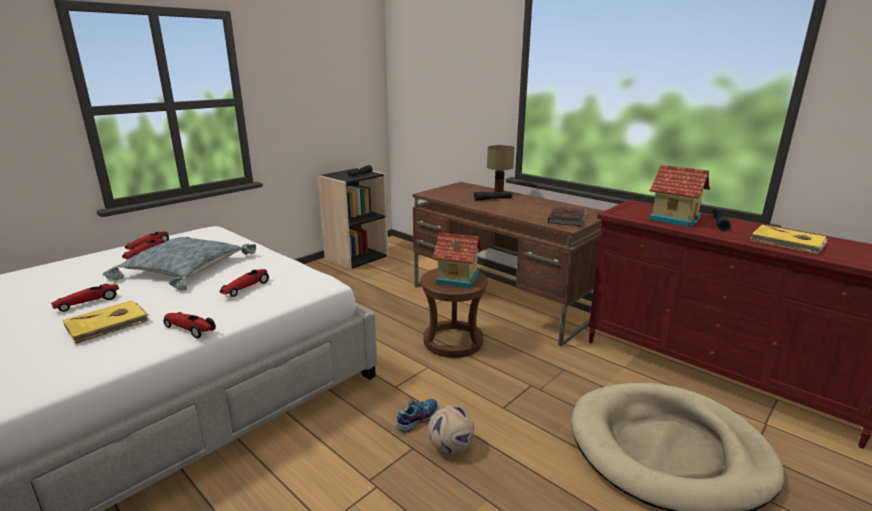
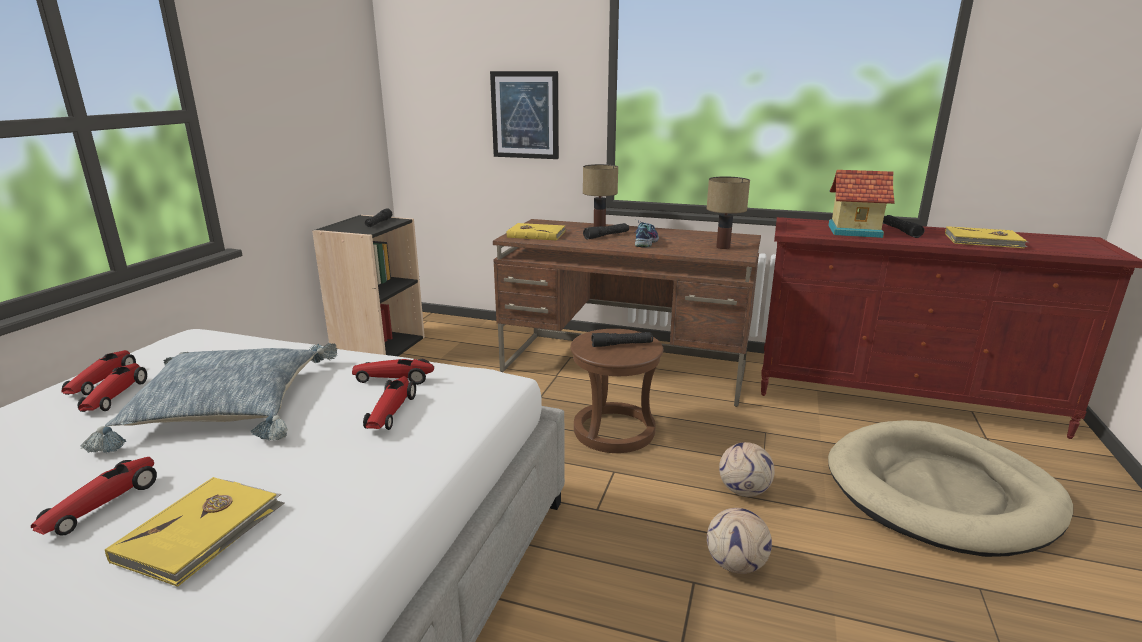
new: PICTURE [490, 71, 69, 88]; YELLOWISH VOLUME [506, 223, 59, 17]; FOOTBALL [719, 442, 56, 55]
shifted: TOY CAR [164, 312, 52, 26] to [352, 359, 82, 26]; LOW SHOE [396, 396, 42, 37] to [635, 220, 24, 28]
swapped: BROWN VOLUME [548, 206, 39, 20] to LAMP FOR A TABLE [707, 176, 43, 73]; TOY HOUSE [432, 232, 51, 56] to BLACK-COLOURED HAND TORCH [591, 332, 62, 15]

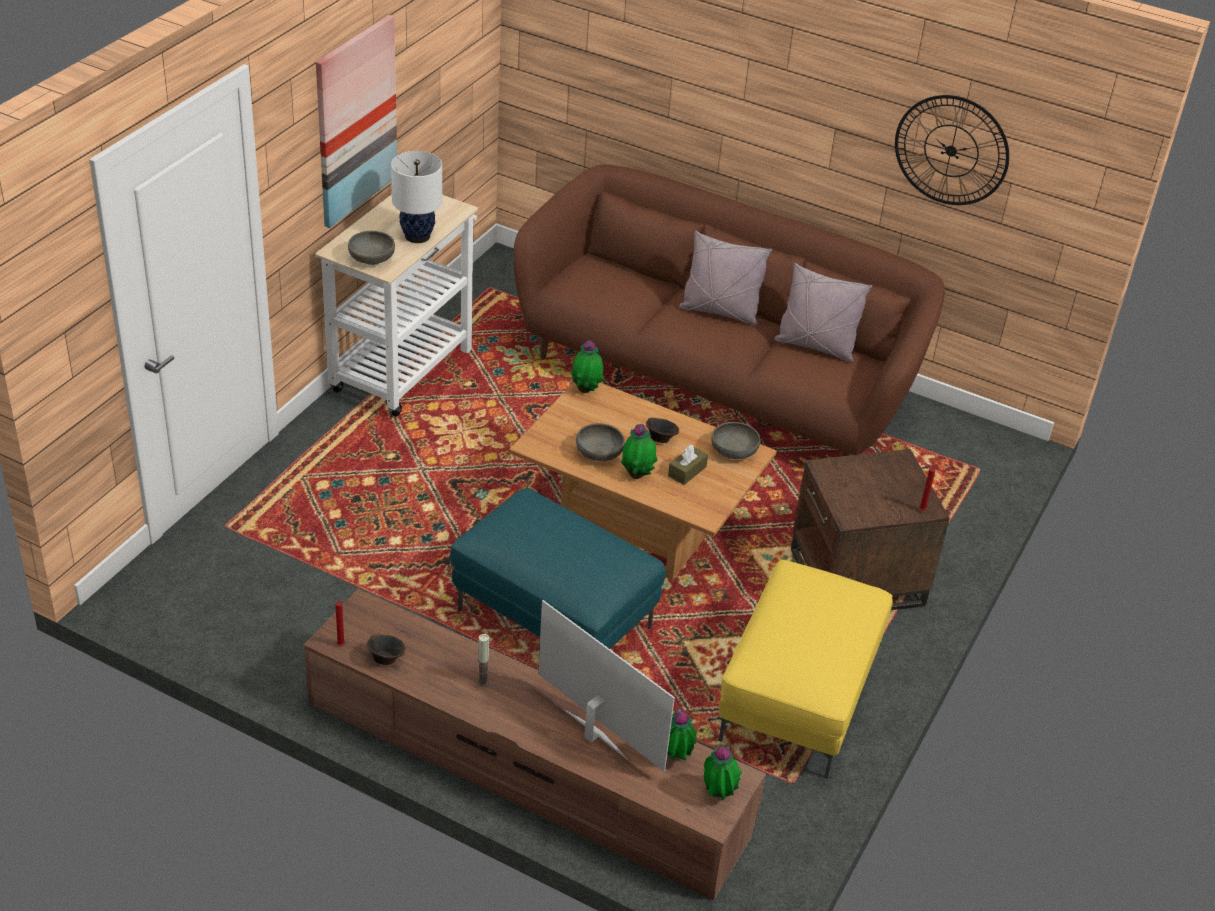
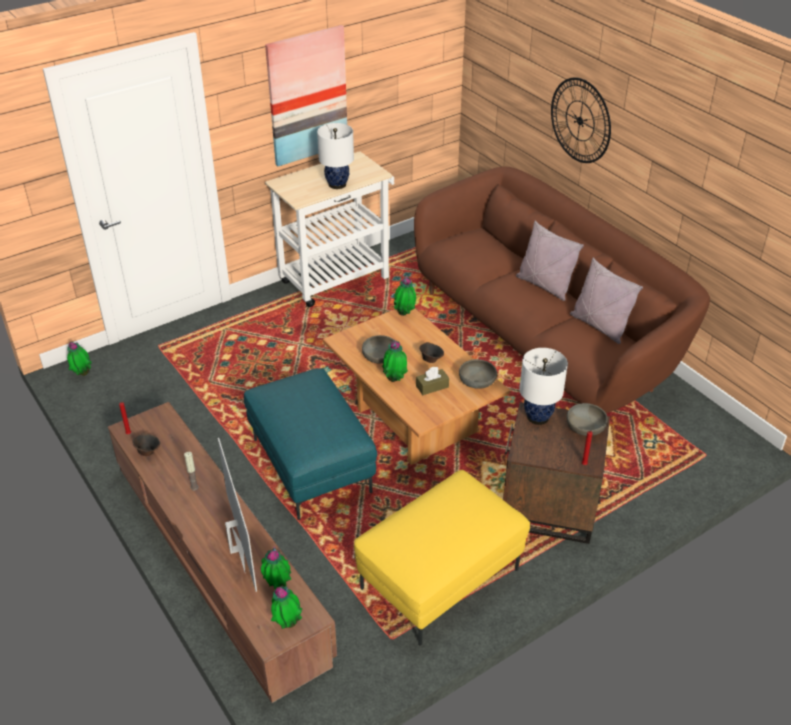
new: POTTED PLANT [67, 342, 25, 34]; WHITISH LAMP FOR A TABLE [519, 348, 49, 77]
shifted: HANGING CLOCK [895, 95, 114, 110] to [551, 77, 60, 86]; GREY DEEP DISH [348, 231, 47, 34] to [566, 403, 42, 33]

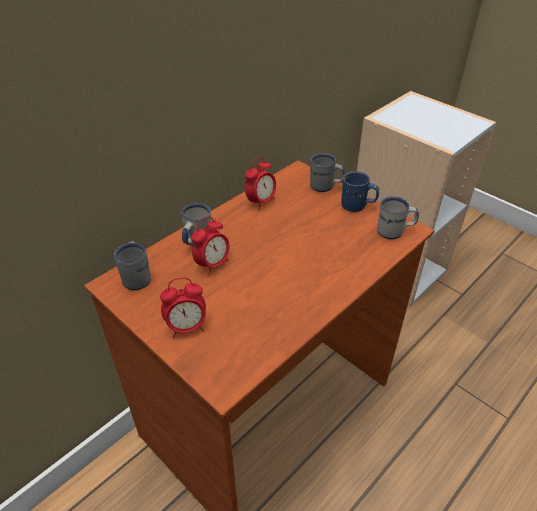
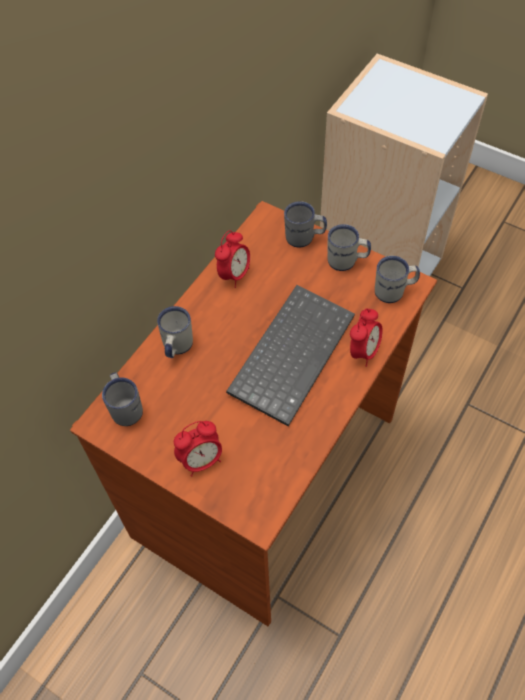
new: KEYBOARD [226, 285, 129, 141]
shifted: ALARM CLOCK [191, 216, 39, 59] to [350, 308, 33, 59]
repainted: BLUISH MUG [341, 171, 38, 41] to WHITISH MUG [328, 224, 43, 47]

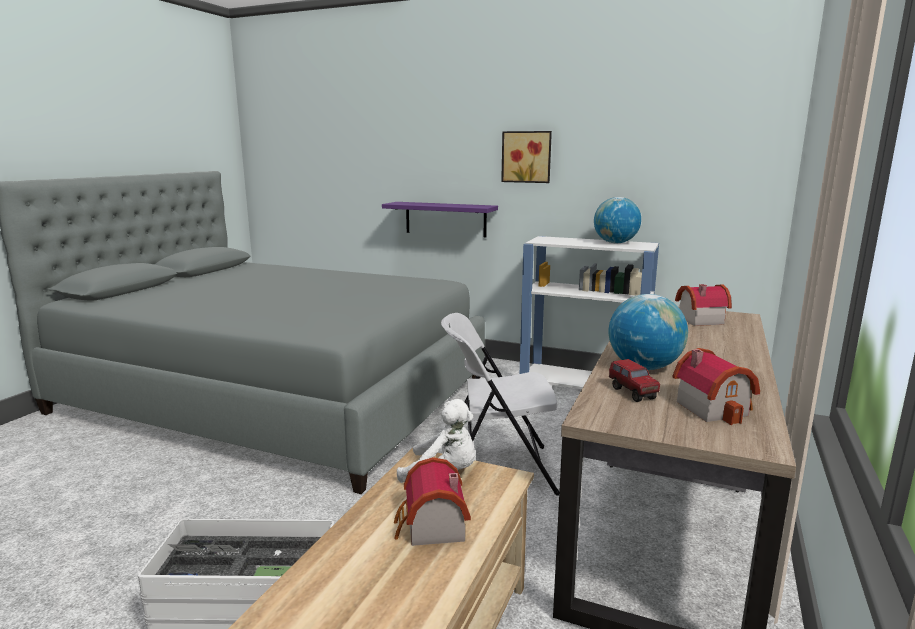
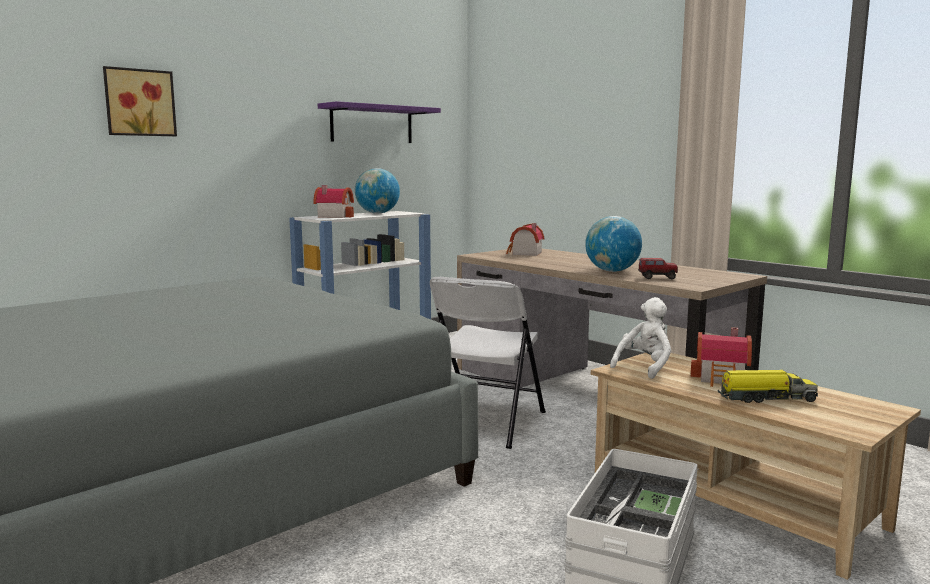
new: MODEL TRUCK [718, 370, 100, 33]
shifted: PICTURE [501, 131, 51, 52] to [103, 66, 74, 70]; PURPLE WALL SHELF [382, 202, 116, 35] to [318, 101, 123, 42]; TOY HOUSE [672, 348, 88, 77] to [313, 185, 41, 33]

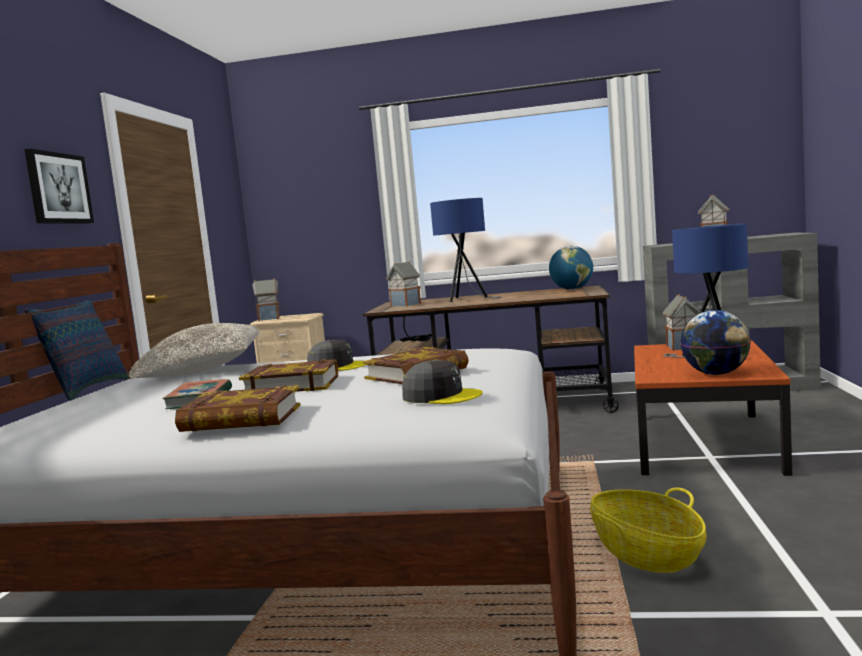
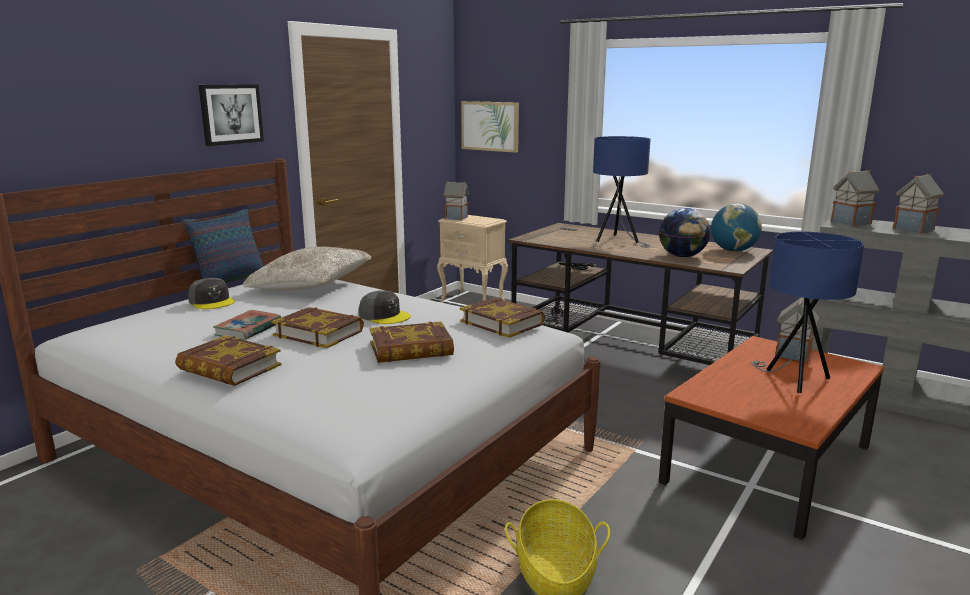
new: PICTURE [461, 101, 58, 52]; VOLUME [460, 297, 85, 41]
shifted: TOY HOUSE [386, 261, 35, 46] to [830, 170, 50, 57]; WORLD GLOBE [680, 310, 71, 65] to [659, 208, 51, 49]; GREY BASEBALL CAP [402, 360, 81, 44] to [188, 278, 47, 31]

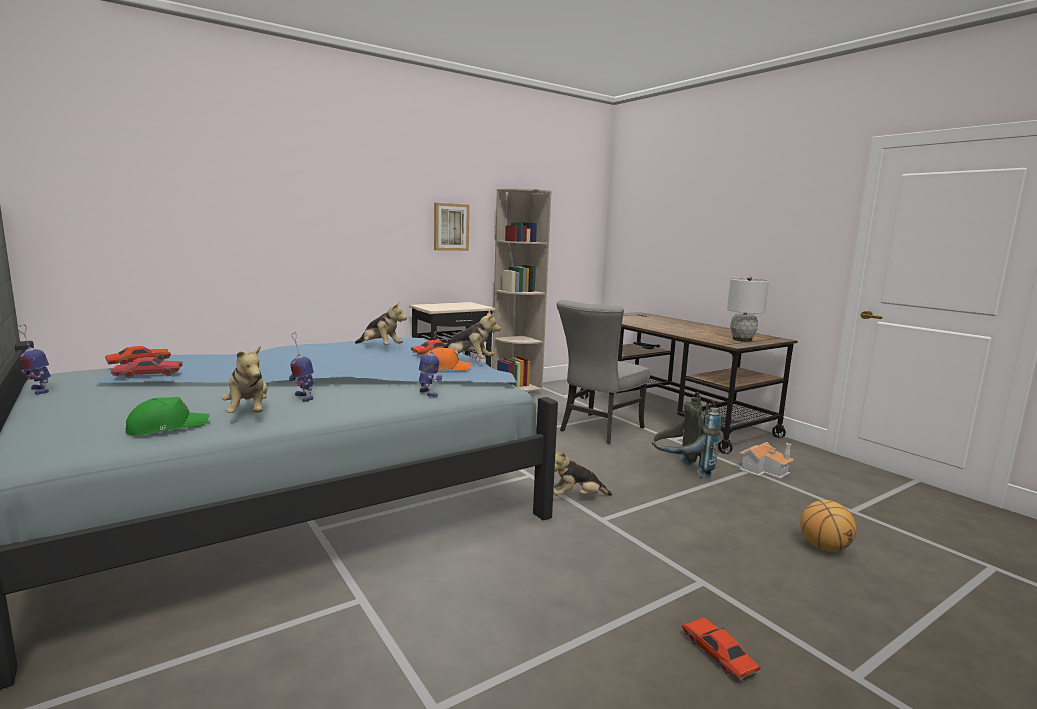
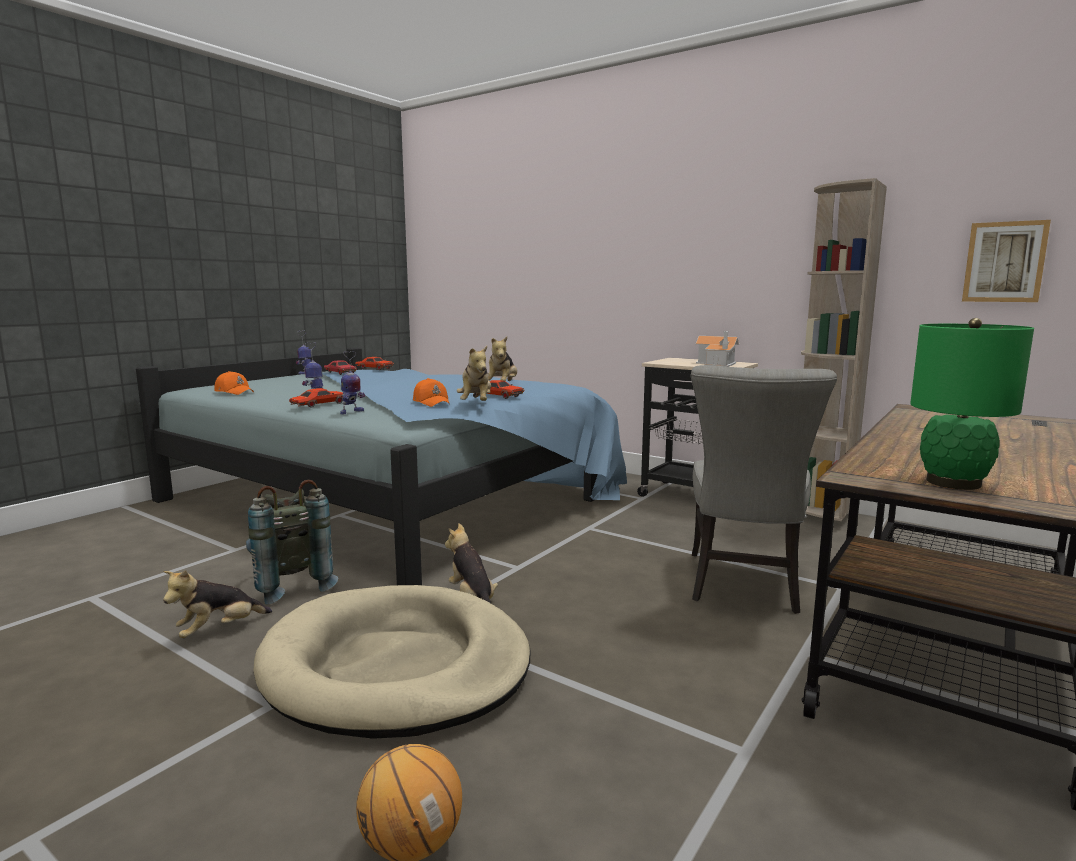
new: SAND-COLOURED PET BED [254, 585, 276, 154]
shifted: PICTURE [434, 203, 36, 48] to [962, 220, 89, 82]; CUDDLY TOY [222, 345, 45, 68] to [163, 570, 109, 68]; GREY KNAPSACK [652, 392, 69, 87] to [246, 479, 92, 126]; TOY HOUSE [739, 442, 55, 37] to [696, 331, 43, 36]; RED TOY CAR [682, 617, 79, 64] to [289, 388, 54, 20]
repainted: WHITISH LAMP FOR A TABLE [727, 277, 42, 65] to GREEN-COLOURED LAMP FOR A TABLE [910, 318, 124, 172]; GREEN-COLOURED BASEBALL CAP [125, 397, 84, 38] to ORANGEY BASEBALL CAP [214, 371, 40, 24]
rotated: GREY CHAIR [556, 300, 94, 144] = [690, 365, 147, 249] 90 degrees counterclockwise

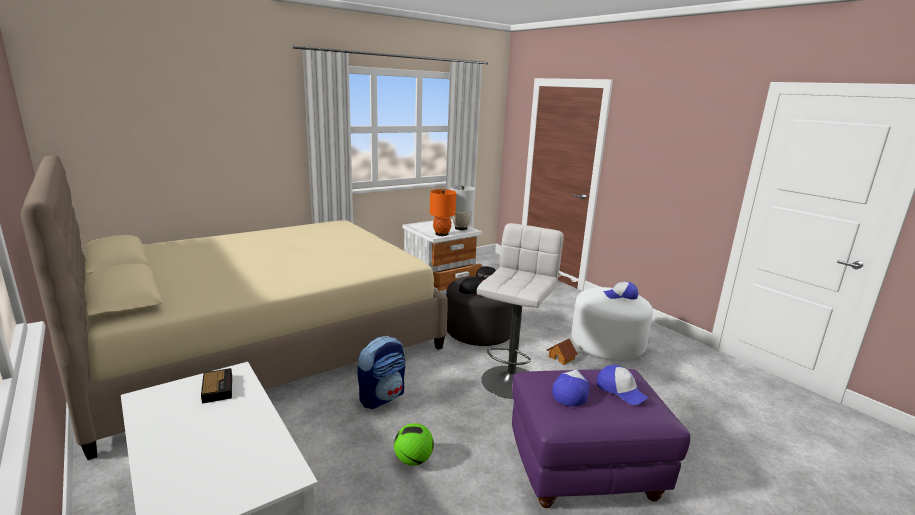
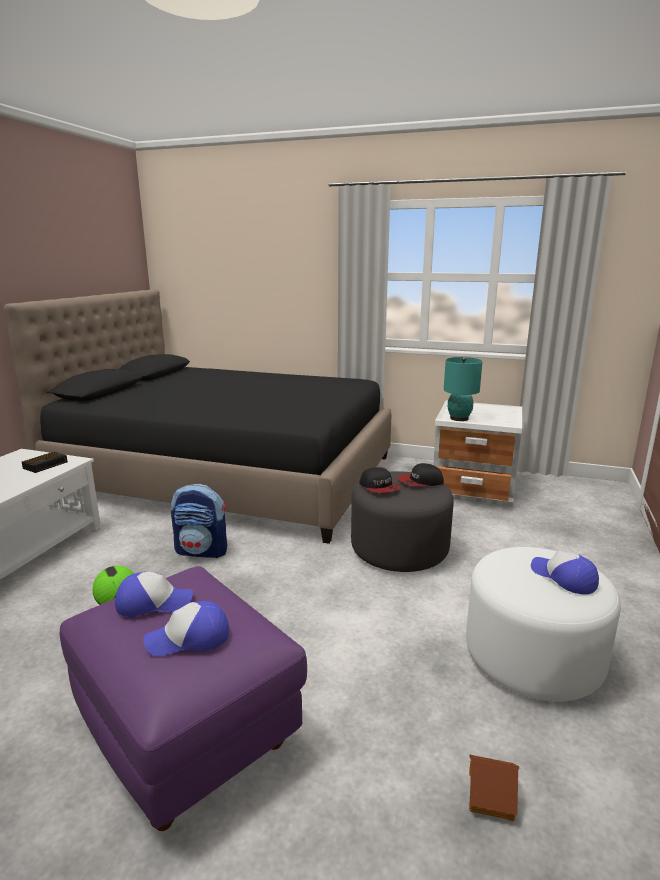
gone: WHITISH LAMP FOR A TABLE [450, 186, 25, 44]; WHITISH SITTING STOOL [477, 223, 87, 176]
shifted: TOY HOUSE [547, 338, 31, 27] to [469, 755, 50, 66]
repainted: SAND-COLOURED BEDROOM BED [21, 155, 427, 305] to BLACK-COLOURED BEDROOM BED [4, 289, 387, 255]; ORANGEY LAMP FOR A TABLE [430, 189, 26, 47] to BLUE-GREEN LAMP FOR A TABLE [444, 357, 39, 64]
rotated: BASEBALL CAP [597, 365, 52, 40] = [143, 601, 86, 55] 60 degrees clockwise

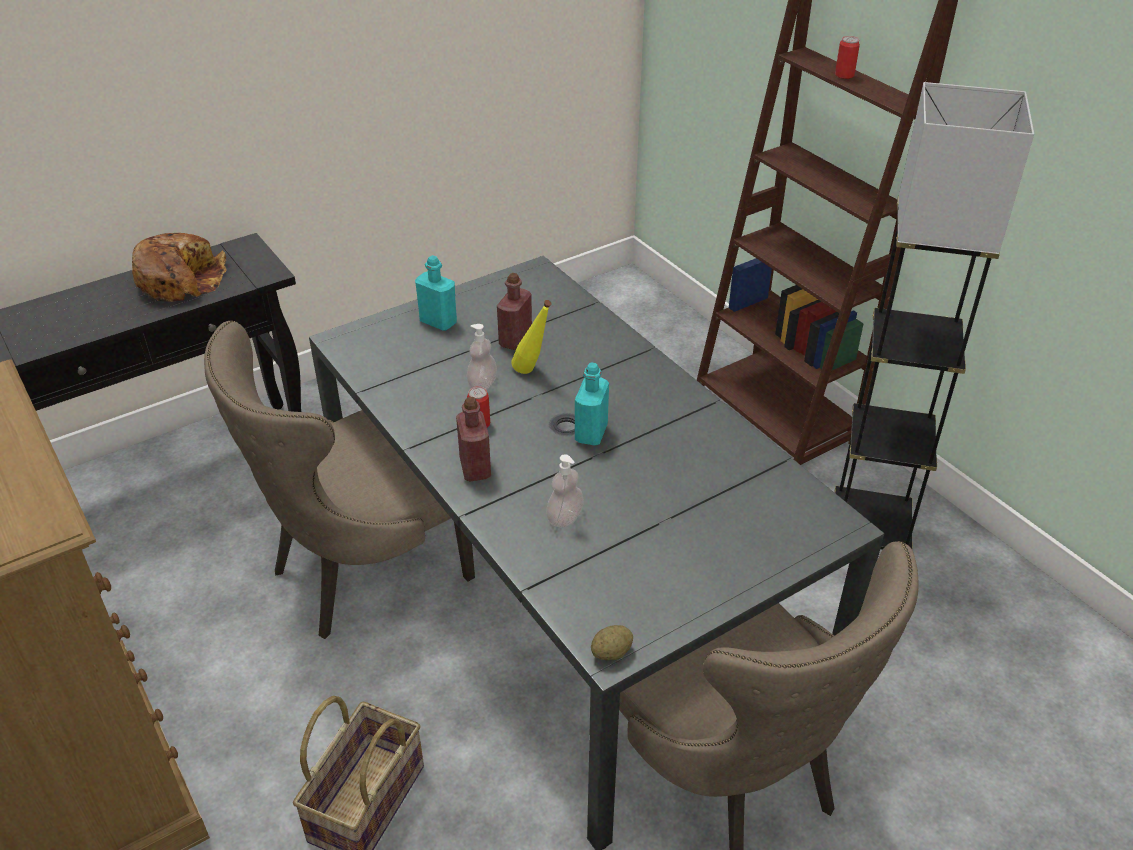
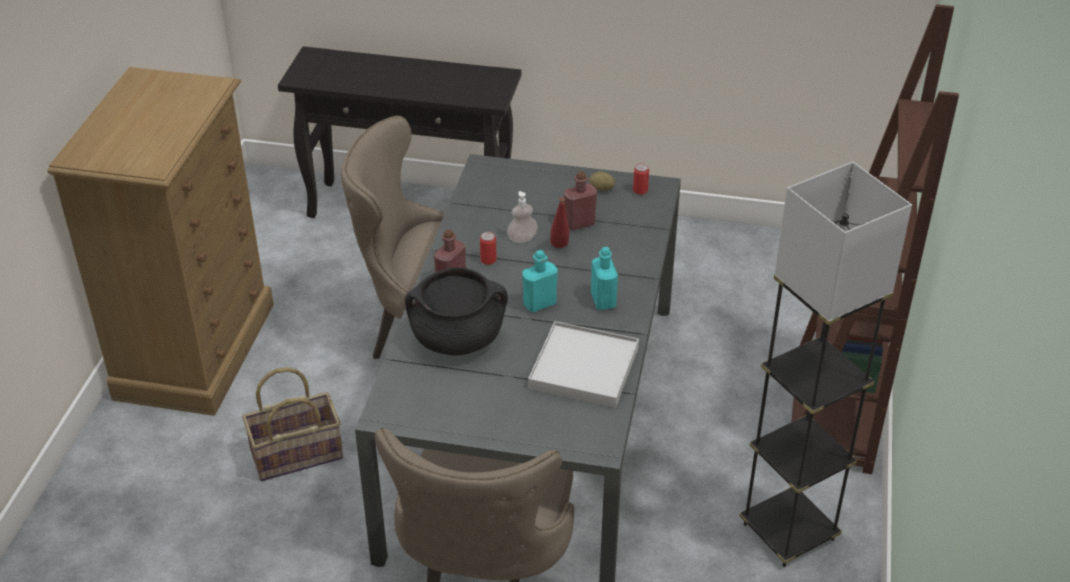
gone: BAKERY BREAD [132, 233, 95, 69]
new: WHITISH TRAY [528, 321, 111, 87]
shifted: SEALED CAN [835, 36, 25, 43] to [633, 163, 16, 32]; BLUE-GREEN DRINK BOTTLE [415, 255, 42, 76] to [591, 247, 27, 63]; SPUD [591, 625, 42, 35] to [589, 172, 26, 19]
swapped: SOAP BOTTLE [546, 454, 38, 74] to BLACK-COLOURED STOCKPOT [405, 267, 103, 88]
repainted: YELLOWISH DRINK BOTTLE [511, 300, 41, 74] to RED DRINK BOTTLE [550, 197, 19, 51]

